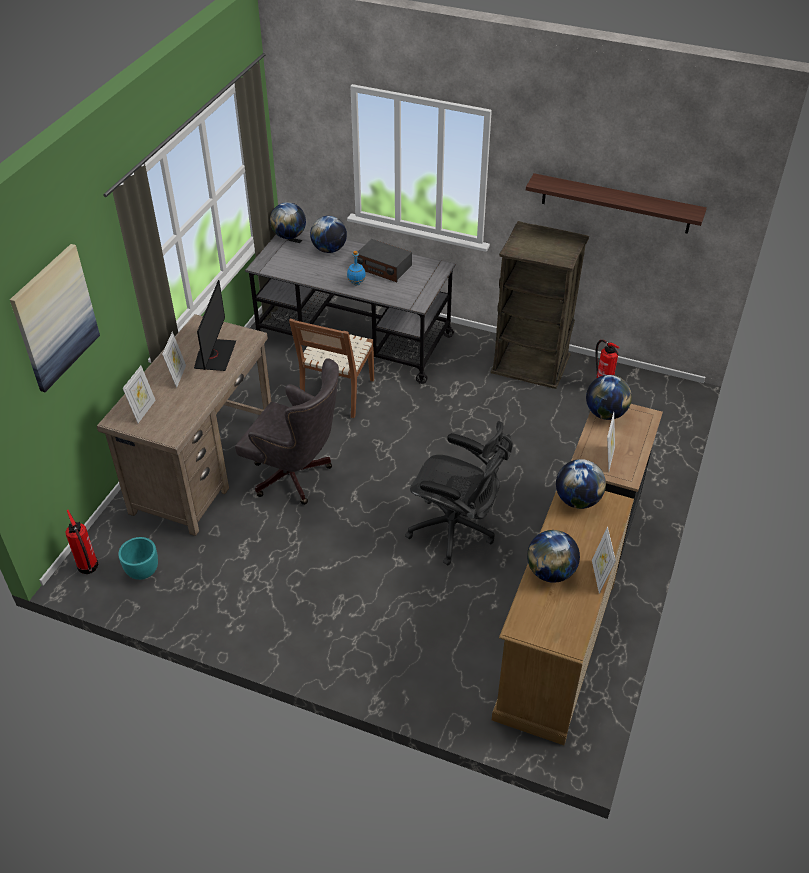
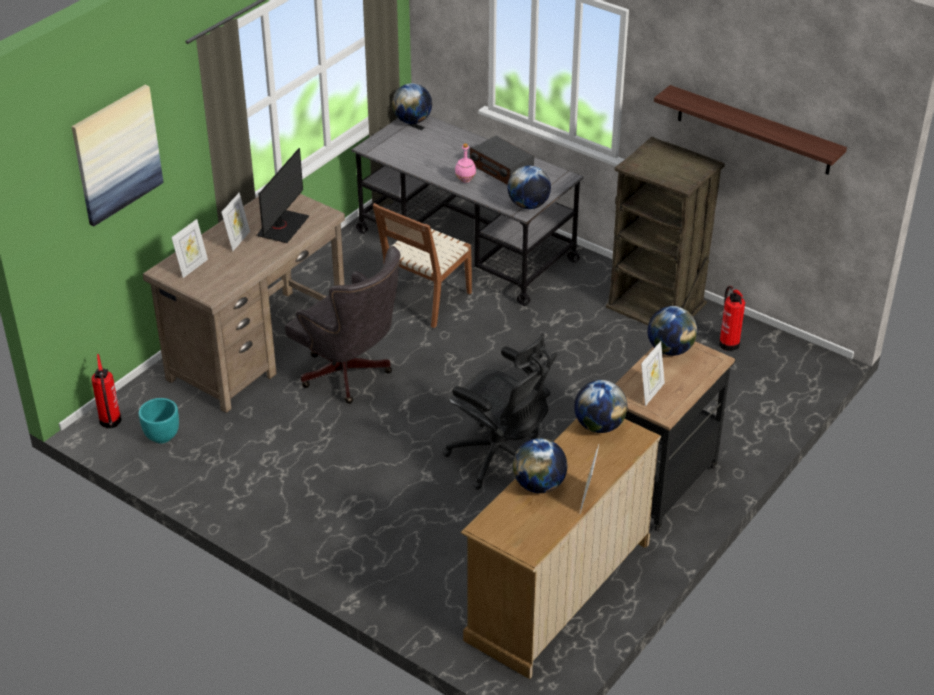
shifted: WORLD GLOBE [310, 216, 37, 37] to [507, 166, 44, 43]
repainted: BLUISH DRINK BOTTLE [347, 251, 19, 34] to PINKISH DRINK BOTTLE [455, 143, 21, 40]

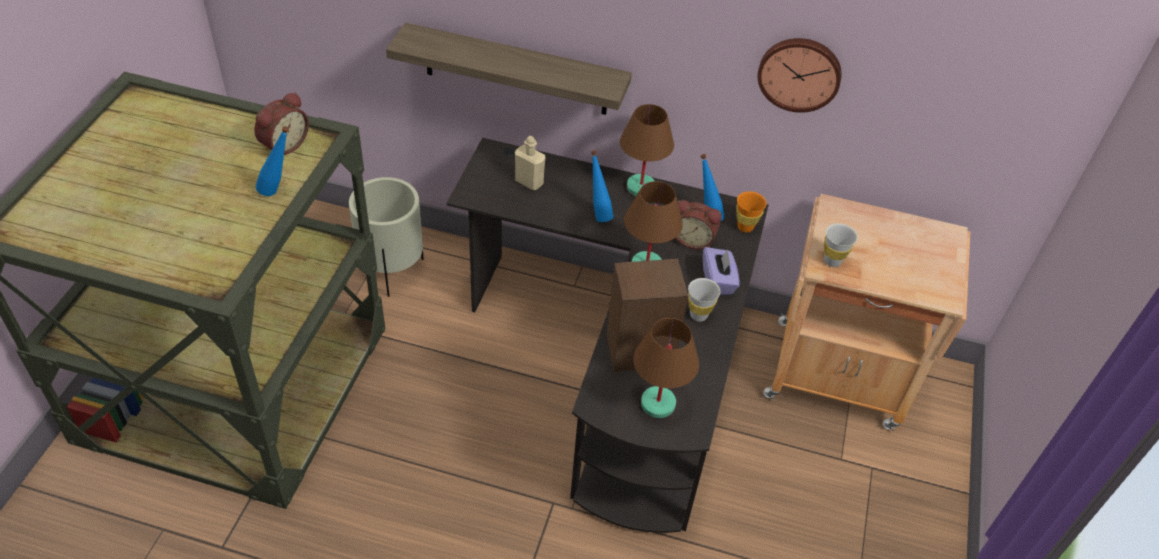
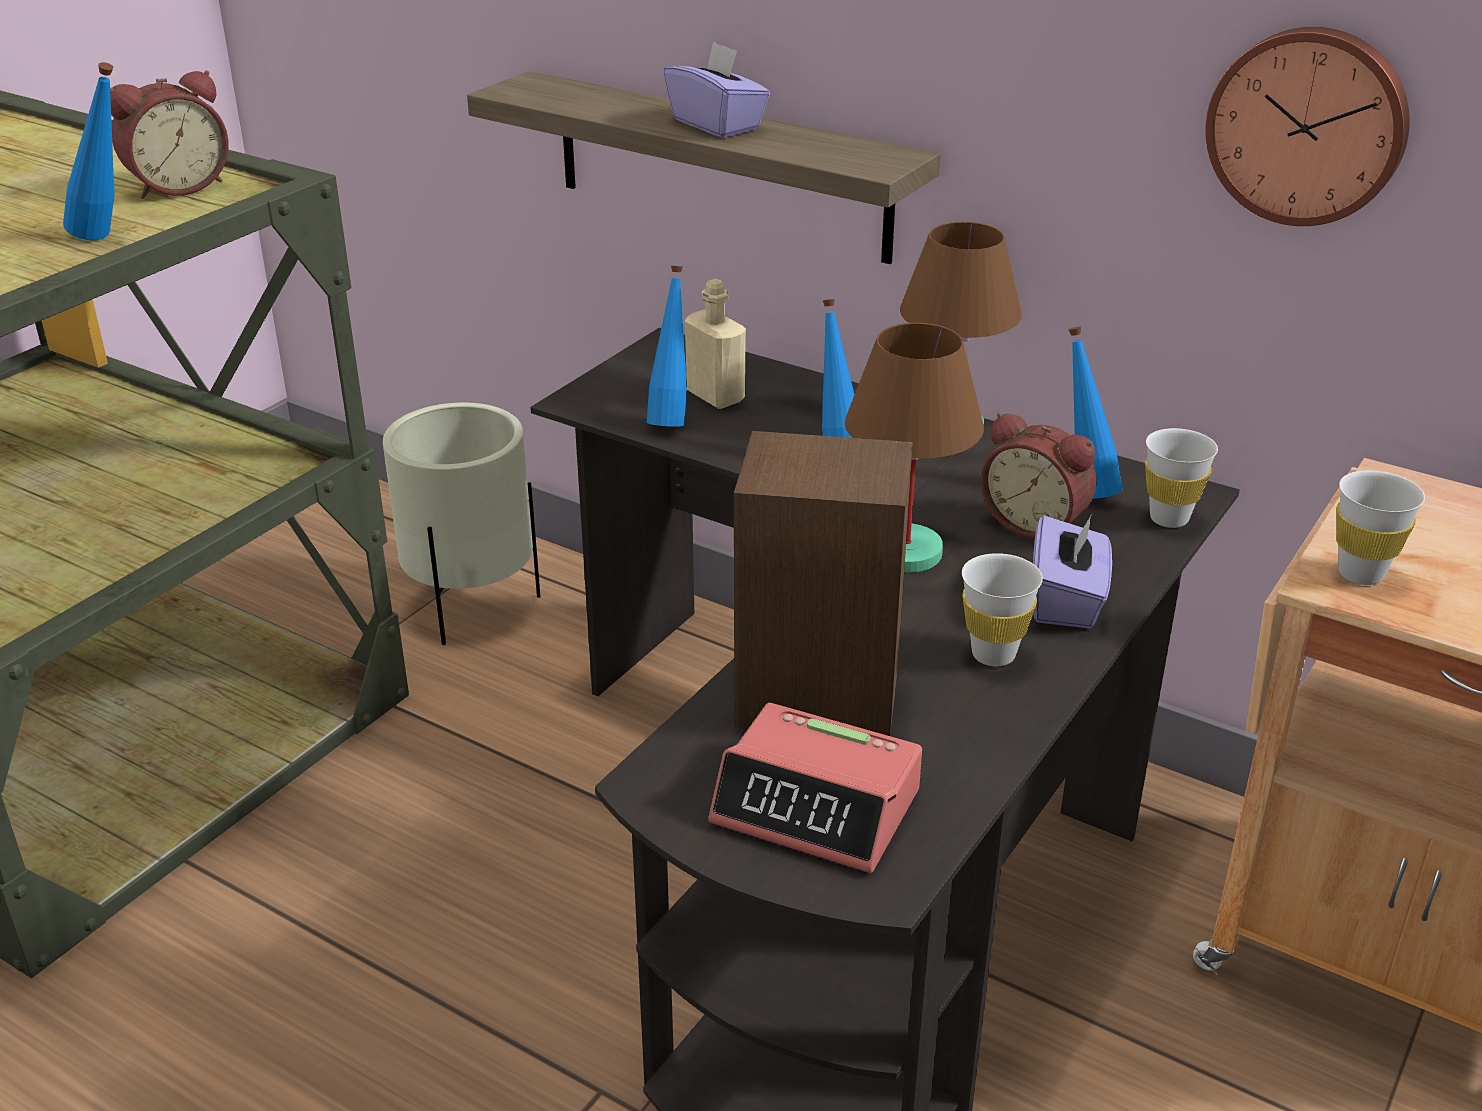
new: PURPLE TISSUE HOLDER [663, 41, 107, 97]; BLUISH DRINK BOTTLE [647, 265, 40, 162]
swapped: BROWN LAMP FOR A TABLE [633, 318, 66, 100] to ALARM CLOCK [709, 703, 213, 170]
repainted: ORANGEY SMALL CUP [736, 191, 31, 42] to WHITISH SMALL CUP [1145, 428, 73, 100]

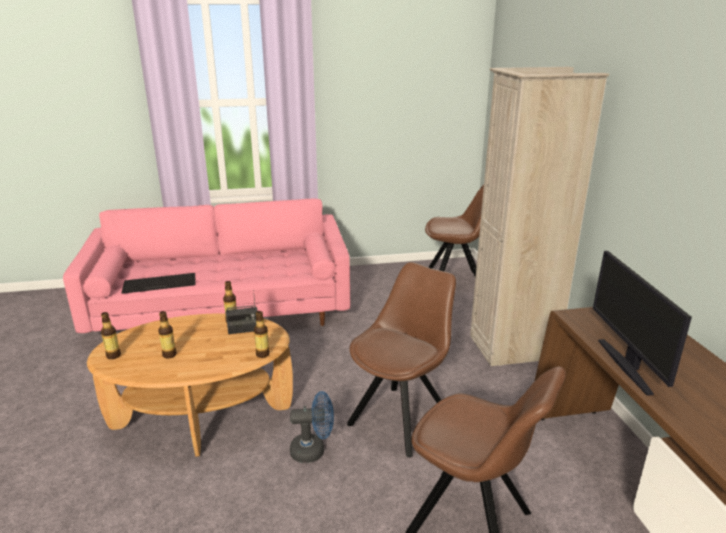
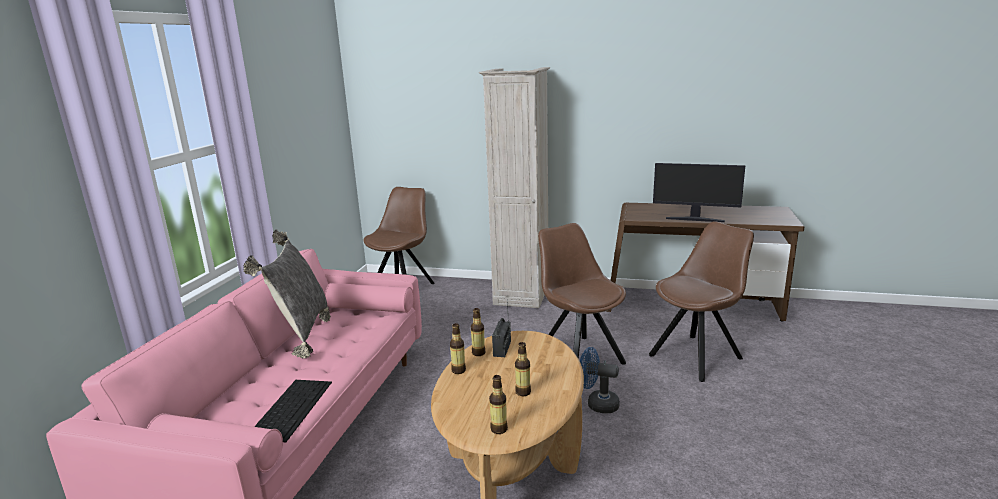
new: CUSHION [243, 230, 88, 129]
shifted: DRINK BOTTLE [254, 311, 16, 47] to [450, 323, 16, 51]
rotated: BLUISH COOLING FAN [290, 391, 44, 72] = [580, 347, 40, 66] 90 degrees counterclockwise

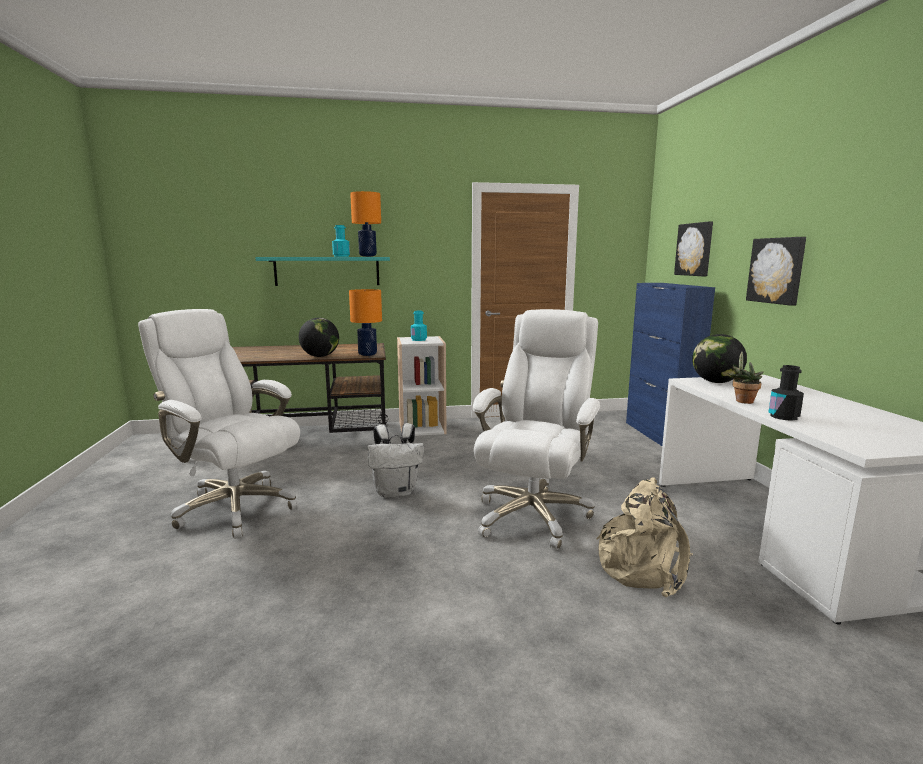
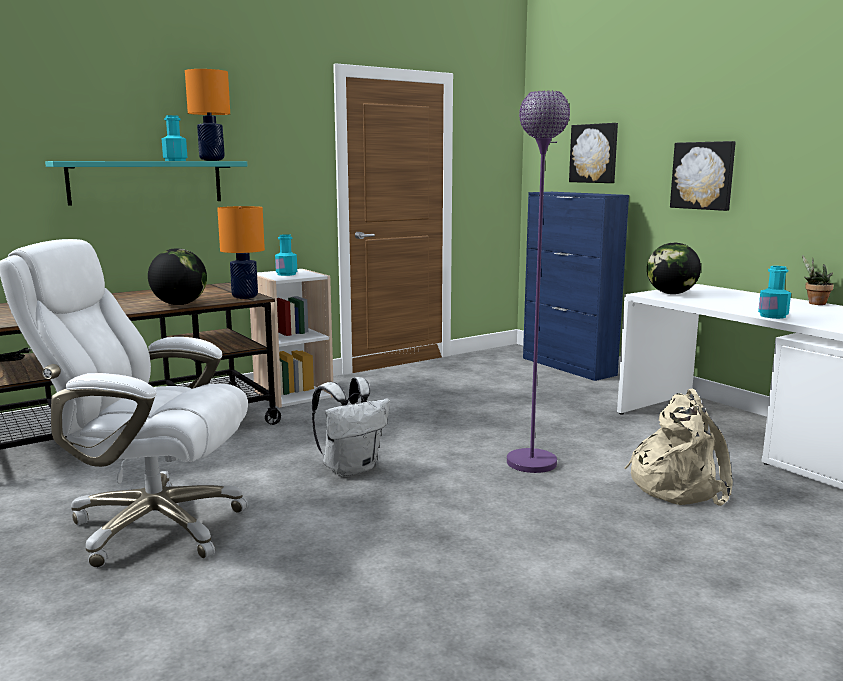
shifted: POTTED PLANT [728, 351, 36, 53] to [802, 255, 32, 50]
swapped: WHITISH COMPUTER CHAIR [473, 309, 127, 241] to PURPLE STANDARD LAMP [507, 90, 63, 383]
repainted: BLACK-COLOURED DRINK BOTTLE [769, 365, 35, 56] to BLUE-GREEN DRINK BOTTLE [758, 266, 33, 53]

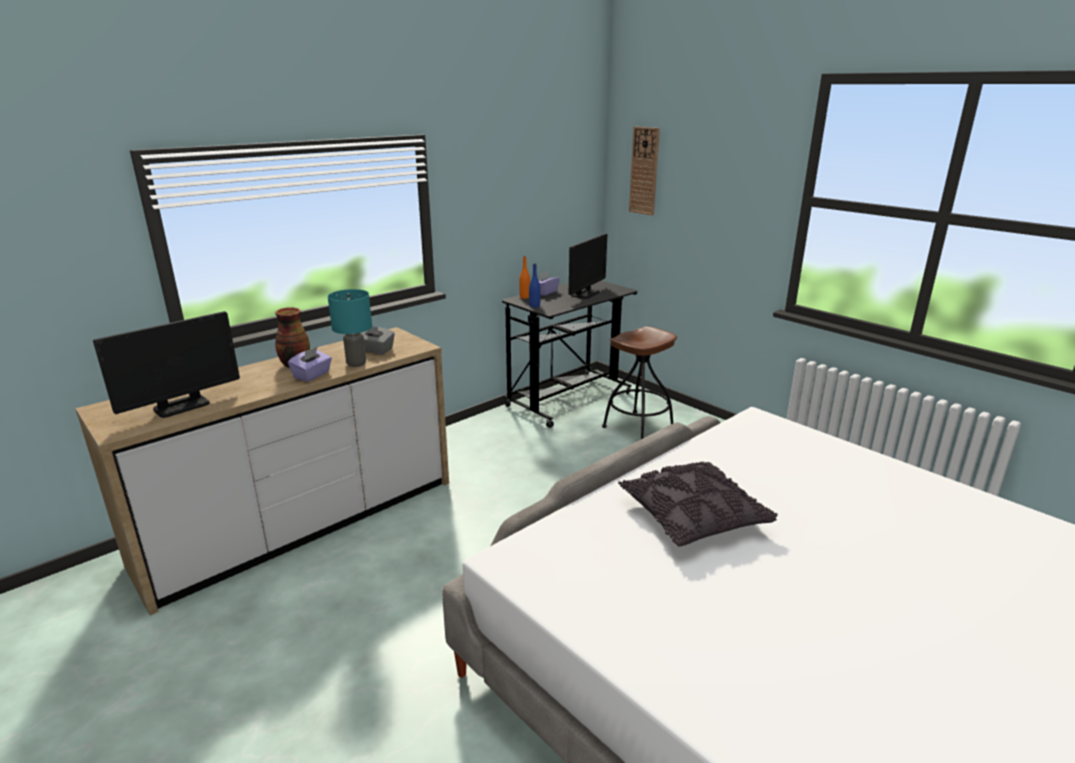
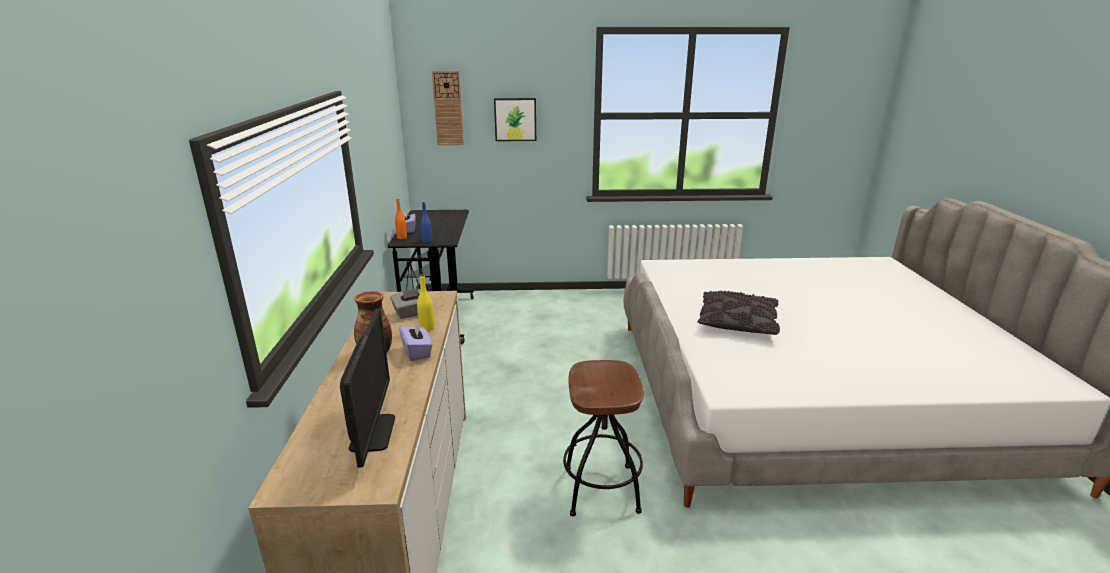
gone: COMPUTER SCREEN [569, 233, 38, 66]
new: PICTURE [494, 98, 42, 43]
shifted: BROWN SITTING STOOL [602, 327, 75, 112] to [563, 360, 81, 156]
swapped: BLUE-GREEN LAMP FOR A TABLE [328, 289, 44, 78] to YELLOWISH DRINK BOTTLE [417, 274, 17, 57]

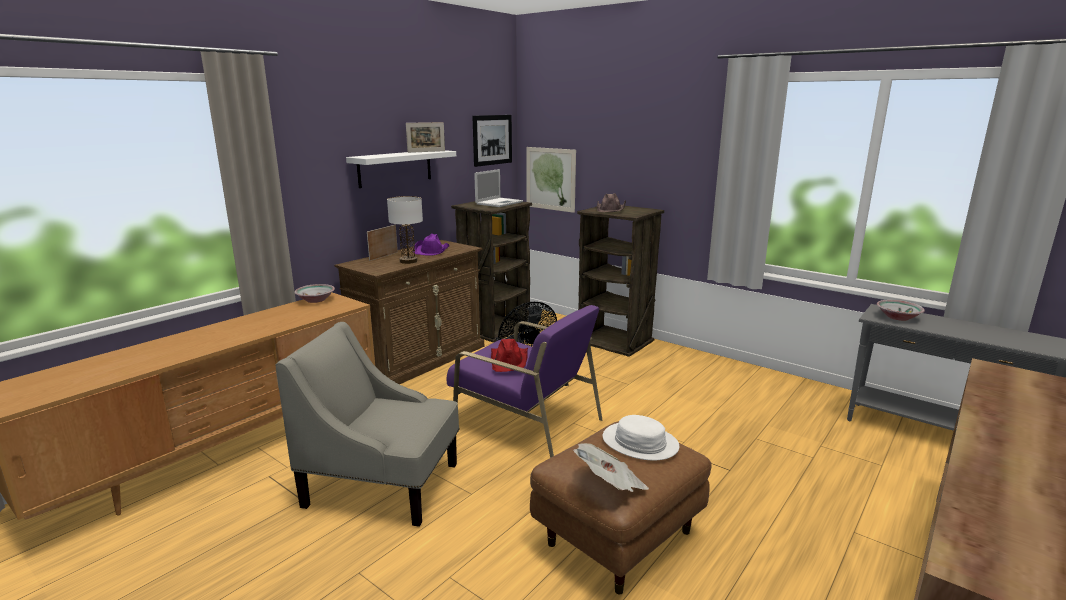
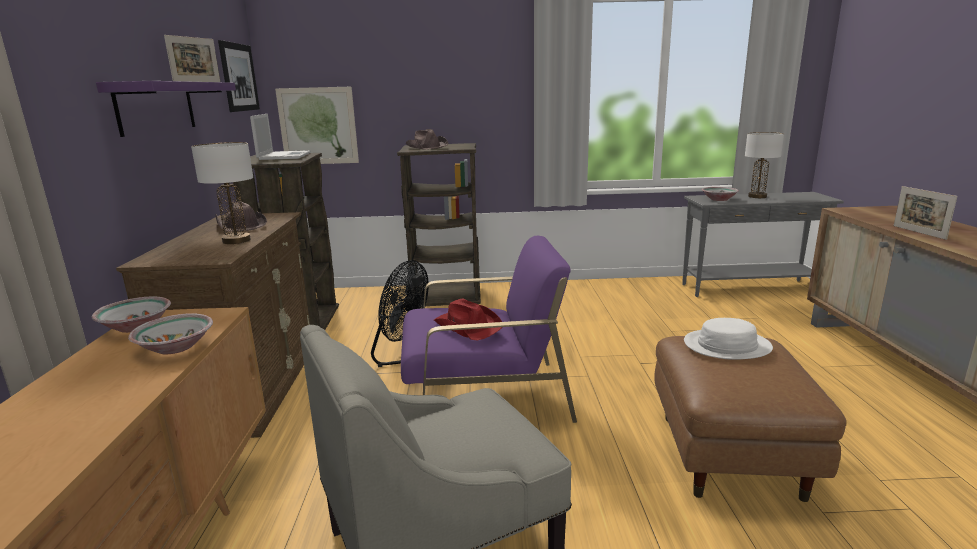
gone: DAILY PAPER [573, 443, 76, 49]
new: LAMP FOR A TABLE [745, 132, 39, 66]; DEEP DISH [128, 313, 85, 41]
shifted: PICTURE FRAME [367, 225, 31, 36] to [894, 186, 64, 54]
repainted: WHITISH WALL SHELF [346, 150, 110, 38] to PURPLE WALL SHELF [96, 81, 140, 56]; PURPLE HAT [413, 234, 36, 22] to BROWN HAT [215, 201, 52, 31]

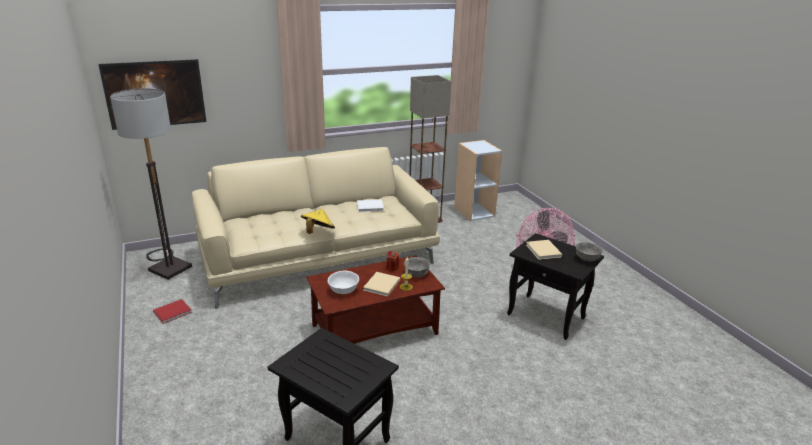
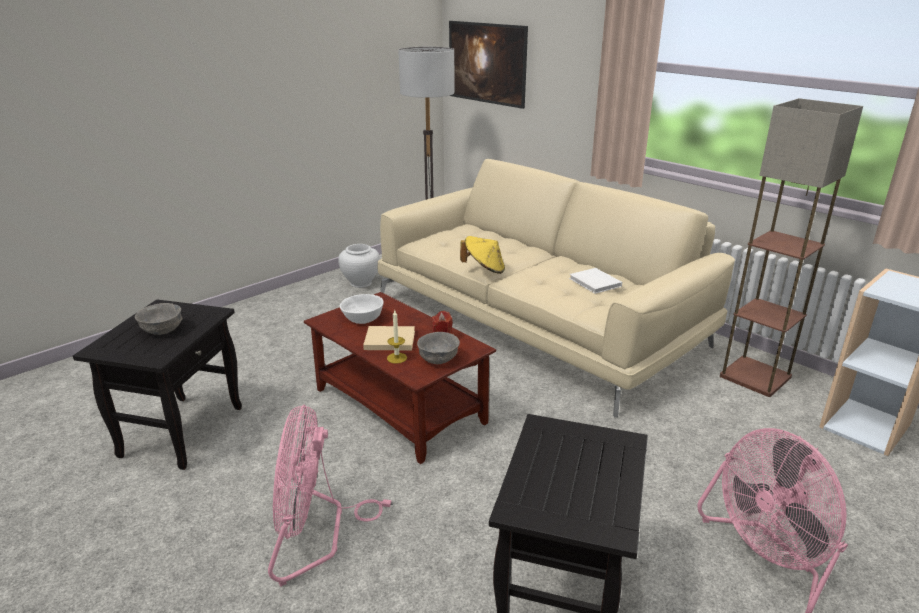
gone: SAND-COLOURED VOLUME [526, 240, 36, 20]
new: PINKISH COOLING FAN [268, 405, 126, 182]
shifted: GREY DEEP DISH [576, 242, 27, 20] to [135, 303, 48, 32]
swapped: RED VOLUME [153, 299, 39, 25] to WHITISH DECORATIVE VASE [338, 244, 42, 44]

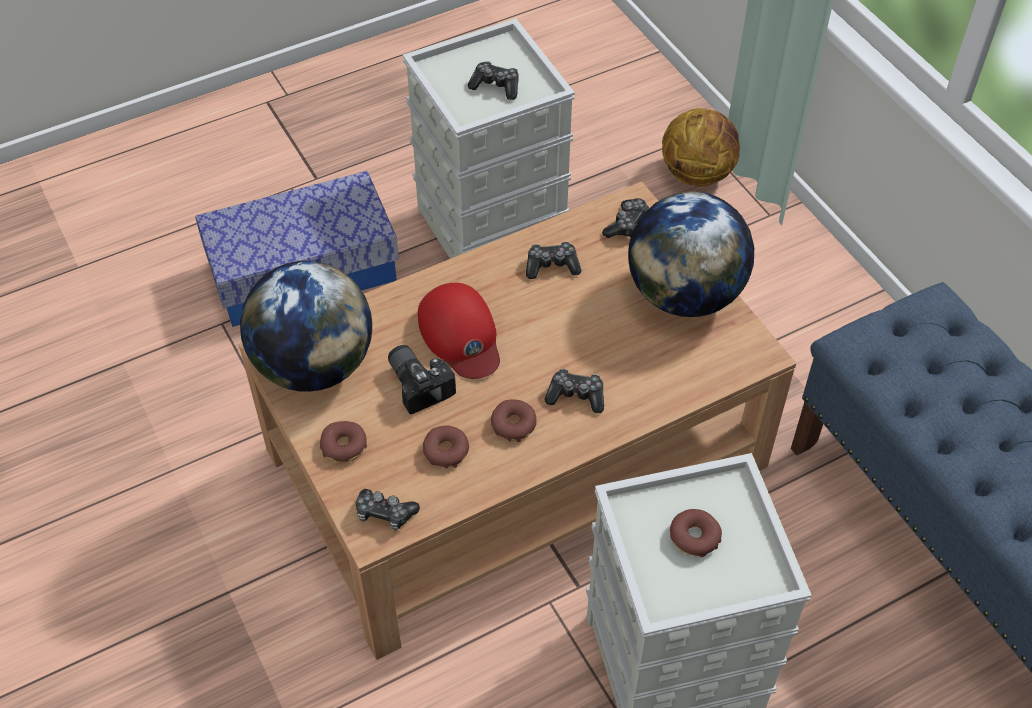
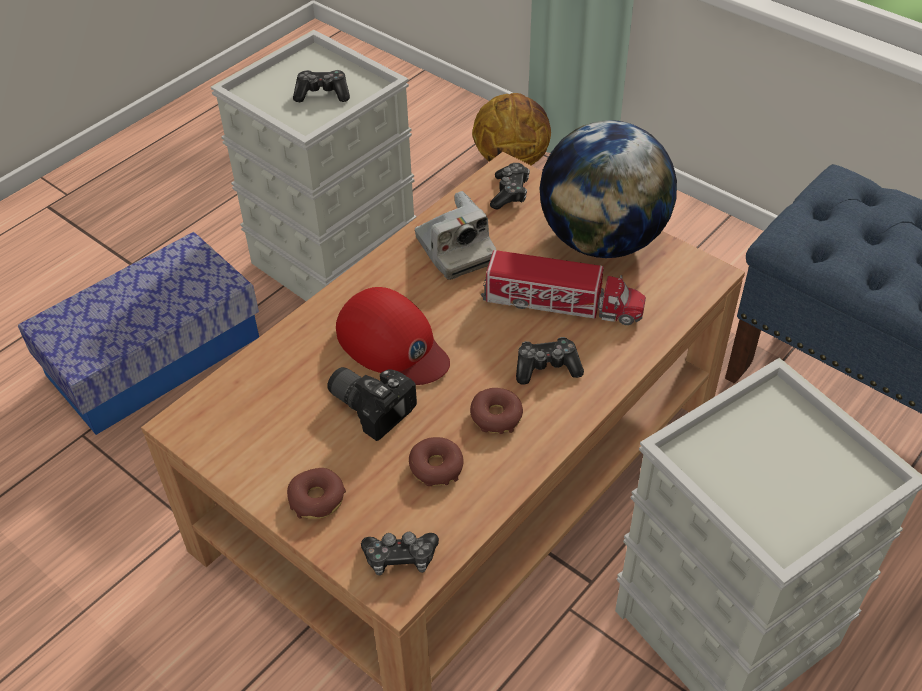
gone: WORLD GLOBE [240, 261, 132, 131]; DOUGHNUT [670, 509, 52, 48]
new: MODEL TRUCK [481, 250, 165, 75]
swapped: GAME CONTROLLER [526, 241, 55, 38] to STILL CAMERA [415, 191, 81, 89]

